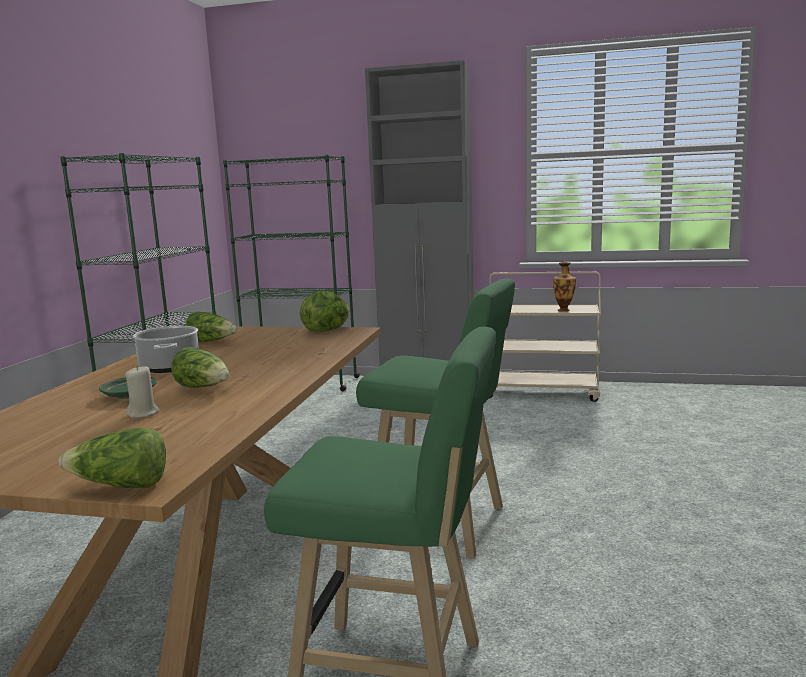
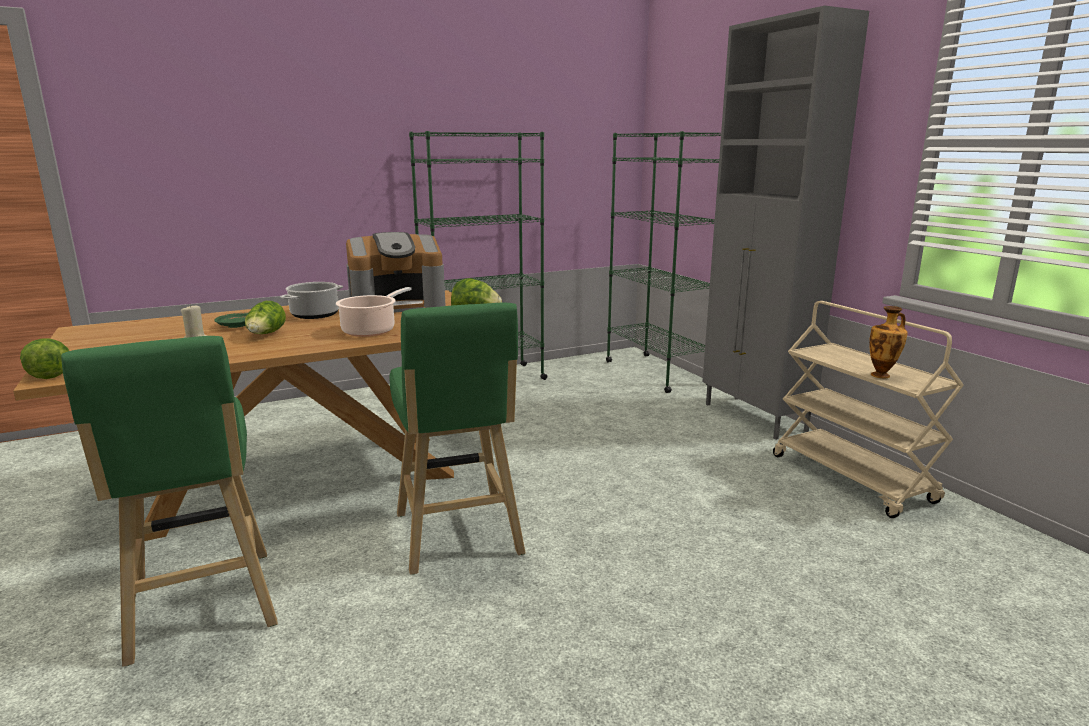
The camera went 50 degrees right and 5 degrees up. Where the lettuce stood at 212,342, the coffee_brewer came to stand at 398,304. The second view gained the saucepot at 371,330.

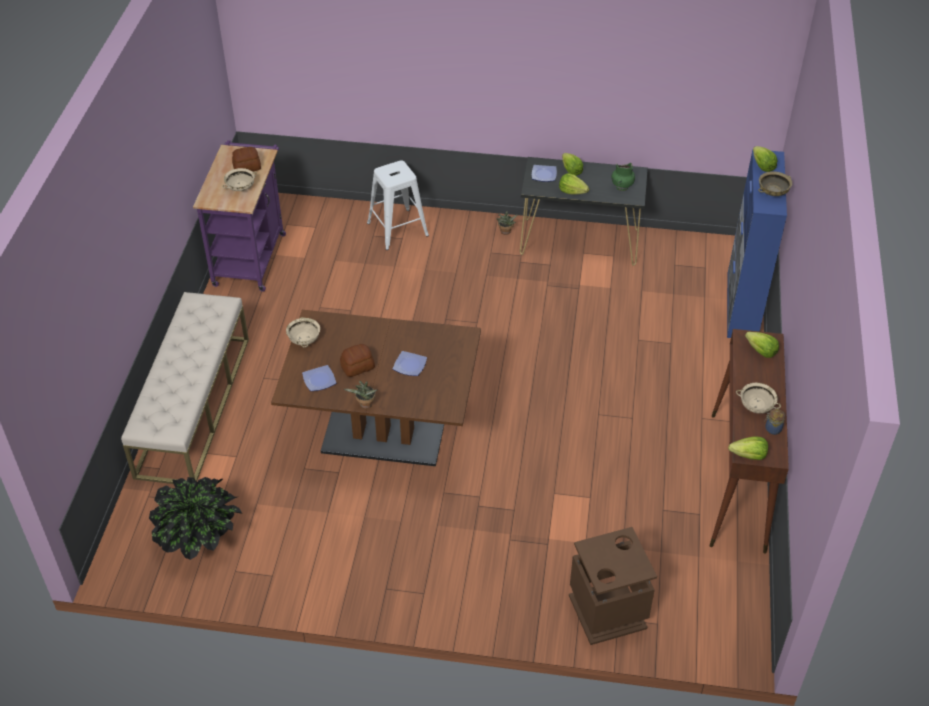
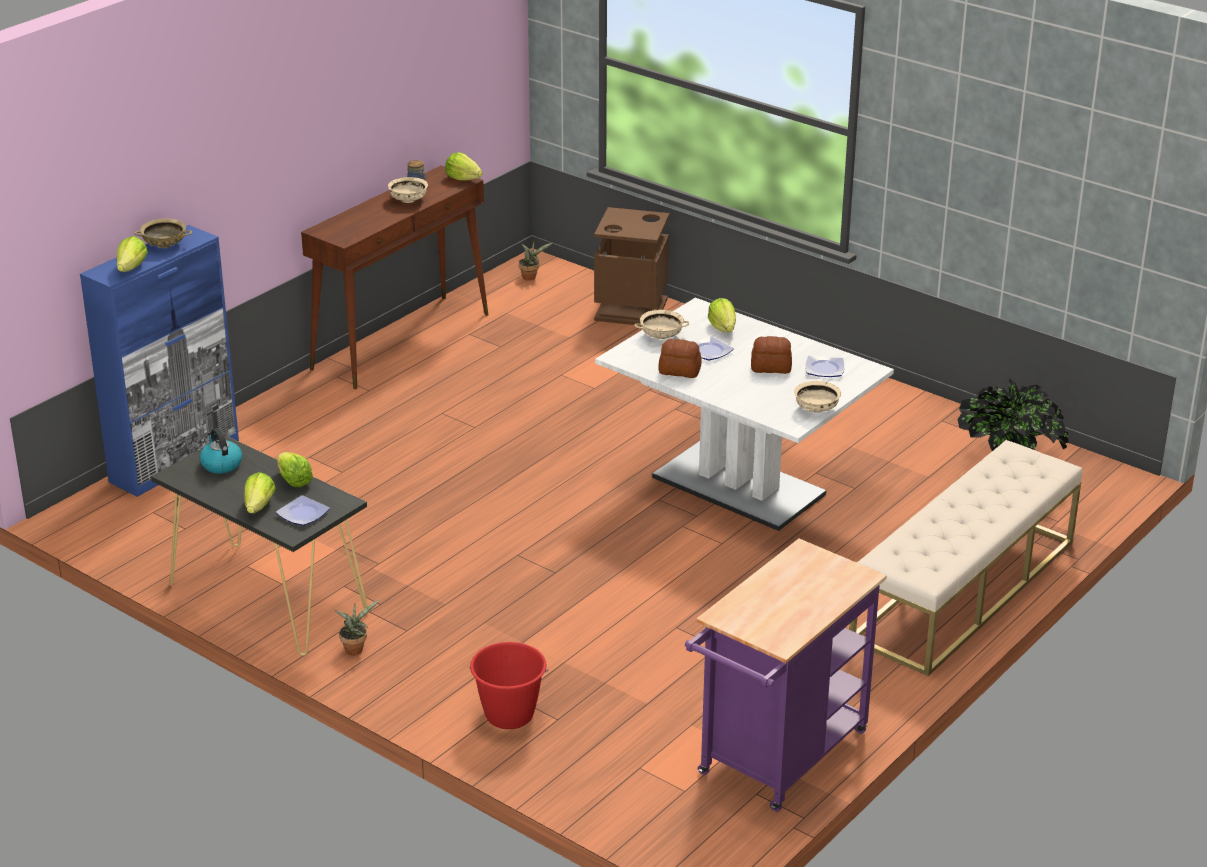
The camera went 150 degrees left and 15 degrees down. The baked_bread ended up elsewhere, having gone from 246,167 to 680,371. Where the whitish_stool stood at 398,228, the red-coloured_bucket came to stand at 509,715. Where the green-coloured_vase stood at 622,187, the kettle came to stand at 221,464. The beige_deep_dish ended up elsewhere, having gone from 240,187 to 662,336. What was the brown_kitchen_table at 383,435 turned into the whitish_kitchen_table at 738,486. The lettuce ended up elsewhere, having gone from 761,351 to 723,328. The plant_in_a_pot ended up elsewhere, having gone from 365,405 to 531,277.

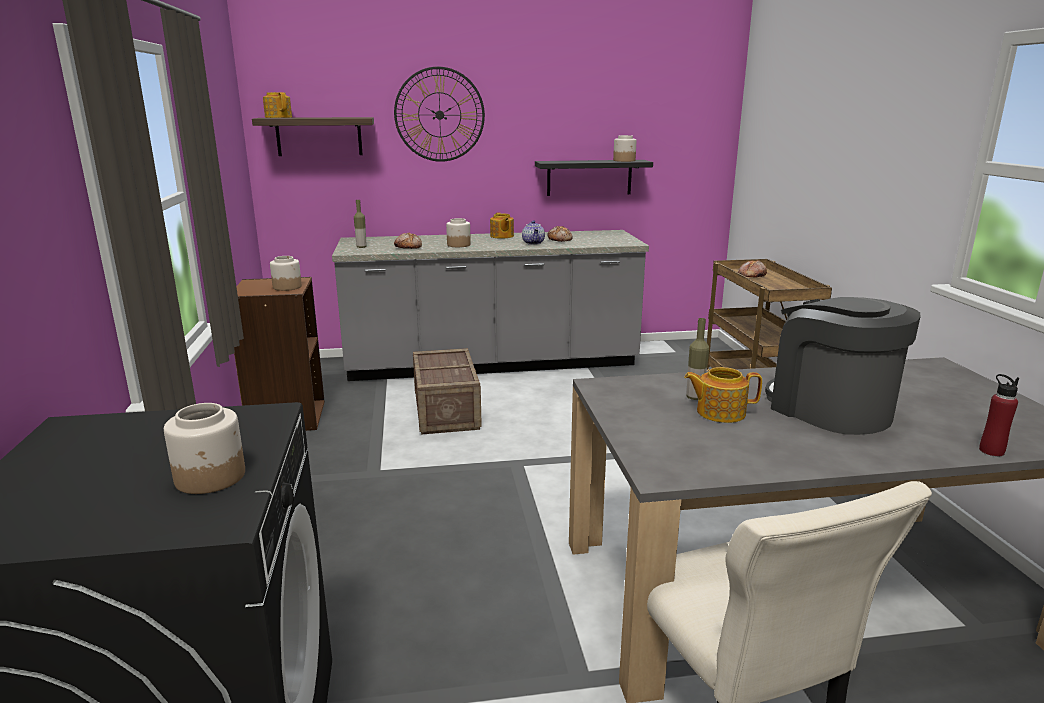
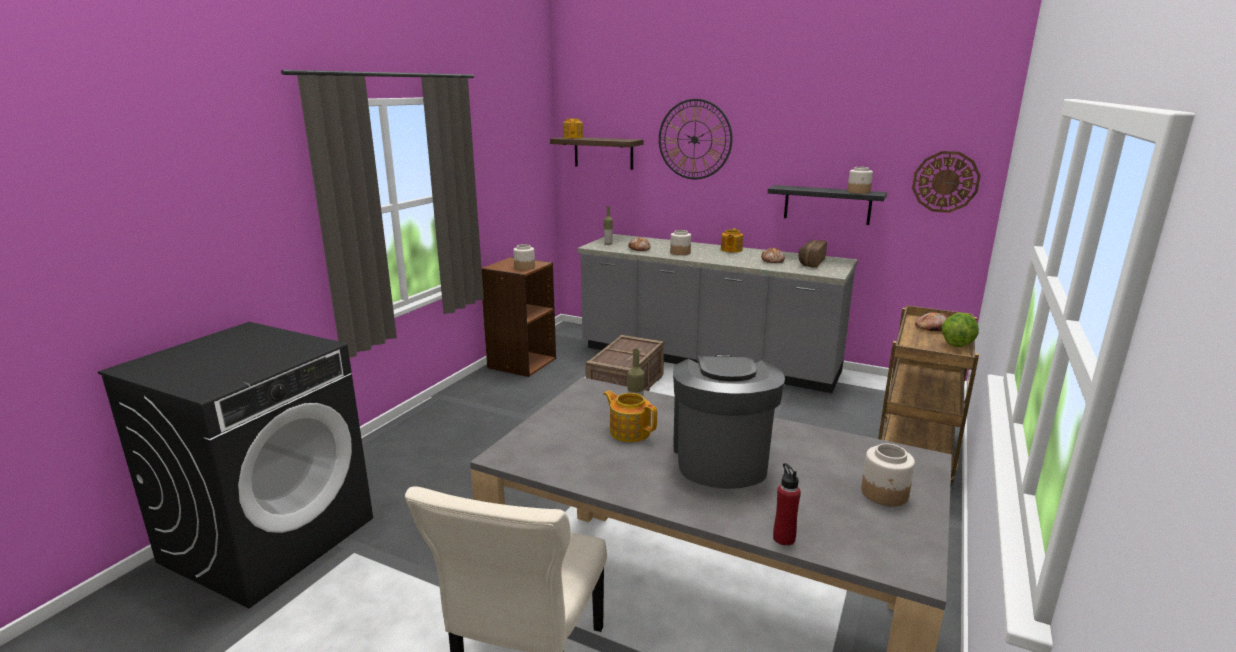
The camera went 35 degrees right and 0 degrees up. The second view lost the tea_pot at 534,243. The preserve_jar ended up elsewhere, having gone from 211,477 to 885,493. The second view gained the clock_on_the_wall at 945,182. The second view gained the baked_bread at 810,262. The second view gained the lettuce at 956,344.

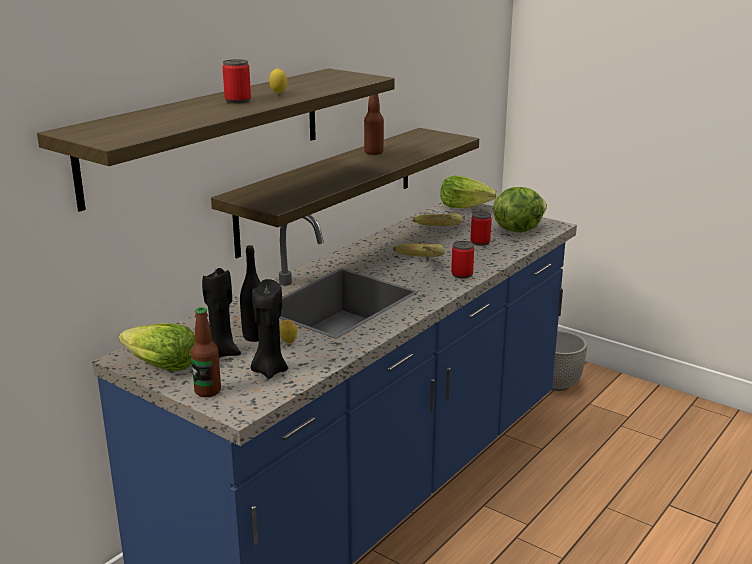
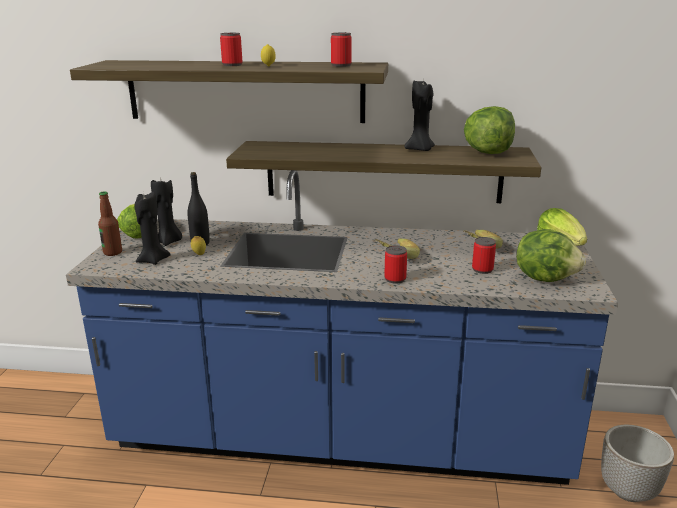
The camera went 60 degrees right and 0 degrees up. Where the beverage_bottle stood at 373,152, the blackish_wax_light came to stand at 420,149. The second view gained the sealed_can at 341,65. The second view gained the lettuce at 487,152.

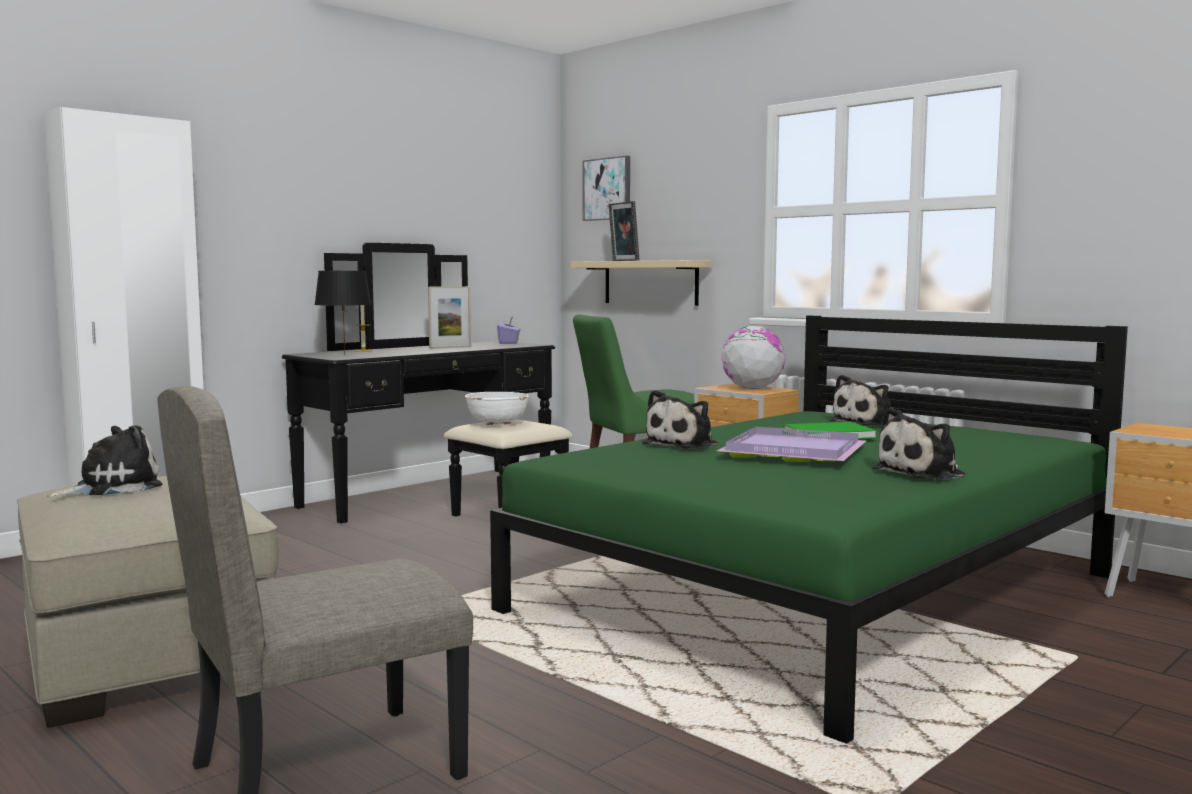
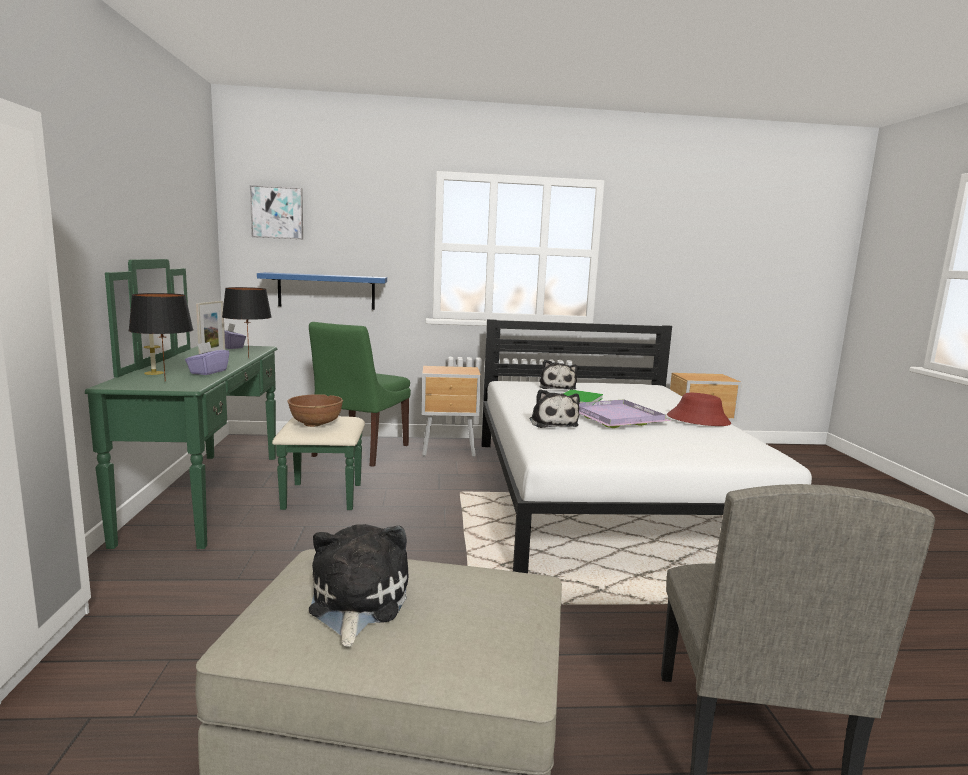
The camera went 50 degrees left and 5 degrees up. The second view lost the picture_frame at 623,260. What was the blackish_chest_of_drawers at 447,498 turned into the green-coloured_chest_of_drawers at 234,494. What was the beige_wall_shelf at 650,282 turned into the bluish_wall_shelf at 326,291. What was the green-coloured_bedroom_bed at 819,593 turned into the whitish_bedroom_bed at 605,496. The second view lost the world_globe at 752,388. What was the whitish_deep_dish at 497,423 turned into the brown_deep_dish at 316,423. Where the cuddly_toy stood at 923,473, the red-coloured_wearable_hat came to stand at 698,420. The second view gained the blackish_lamp_for_a_table at 248,358. The second view gained the purple_box_of_tissues at 208,372.

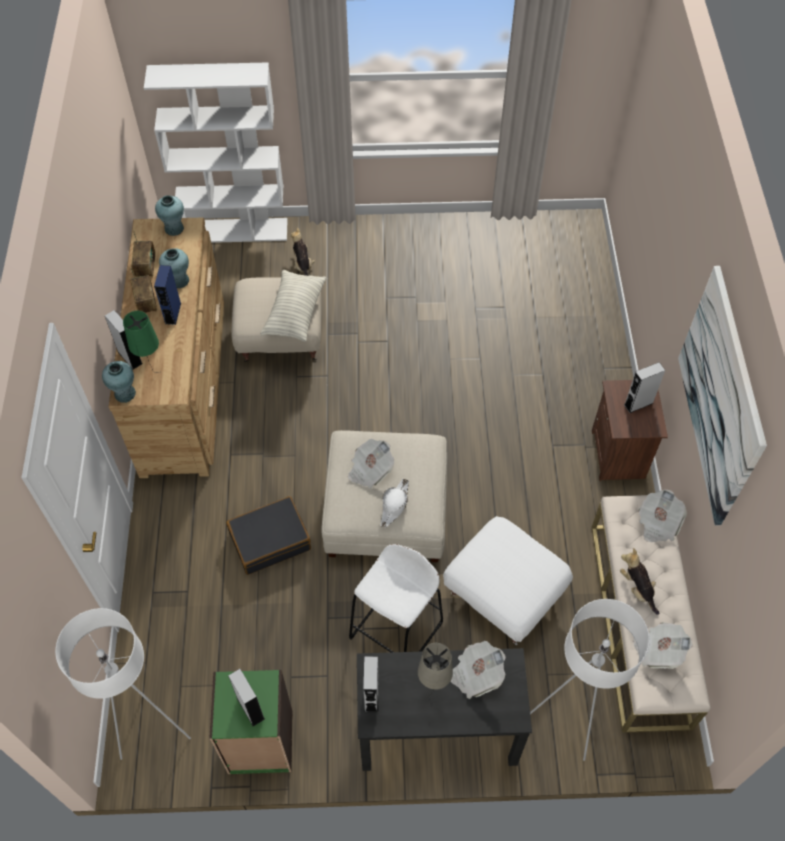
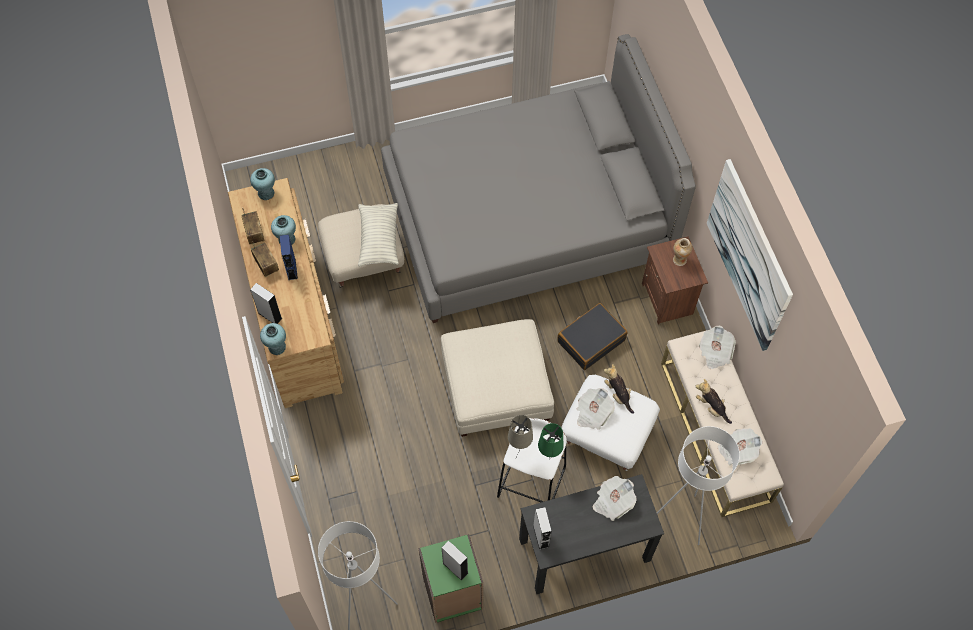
The camera went 15 degrees left and 5 degrees up. The second view lost the whitish_shelving_unit at 235,230. The cuddly_toy ended up elsewhere, having gone from 303,265 to 618,394. The green-coloured_lamp_for_a_table ended up elsewhere, having gone from 154,376 to 548,462. Where the gray_speaker stood at 638,404, the vase came to stand at 679,260. The printed_paper ended up elsewhere, having gone from 370,470 to 592,413. The second view lost the whitish_wearable_hat at 394,505. The blackish_suitcase ended up elsewhere, having gone from 270,540 to 591,340. The beige_lamp_for_a_table ended up elsewhere, having gone from 433,692 to 519,453. The second view gained the gray_bedroom_bed at 527,218.

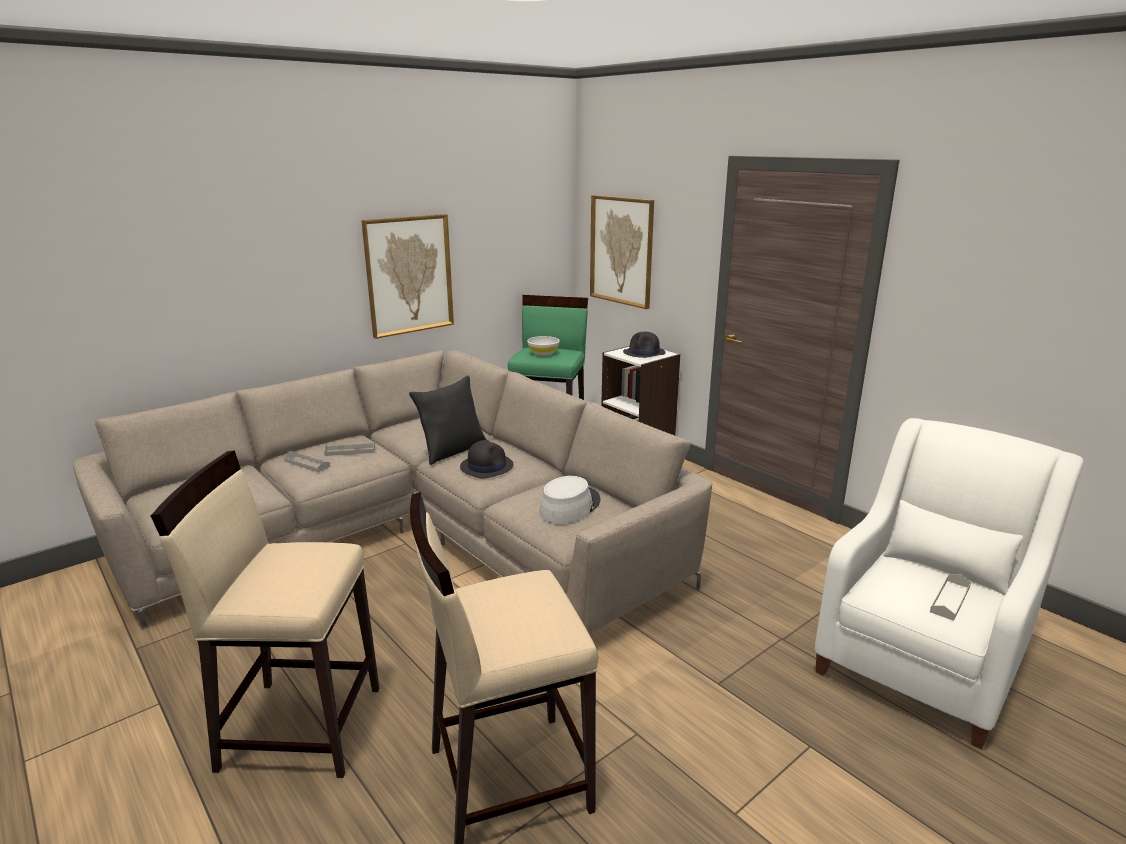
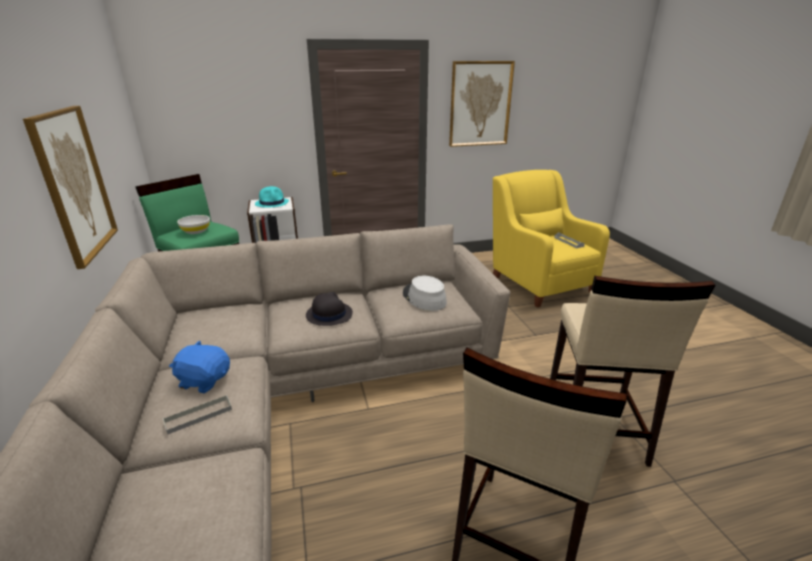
The camera went 65 degrees left and 5 degrees up. The wall_picture ended up elsewhere, having gone from 621,250 to 480,104. What was the blackish_wearable_hat at 644,353 turned into the turquoise-coloured_wearable_hat at 272,203. The second view lost the blackish_throw_pillow at 452,450. What was the whitish_easy_chair at 922,660 turned into the yellowish_easy_chair at 538,282. Where the gray_carrying_tray stood at 350,451, the bluish_cuddly_toy came to stand at 204,380.

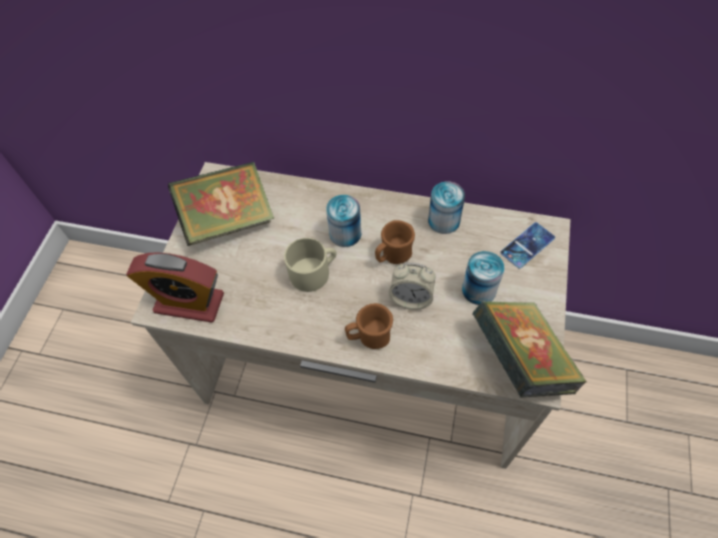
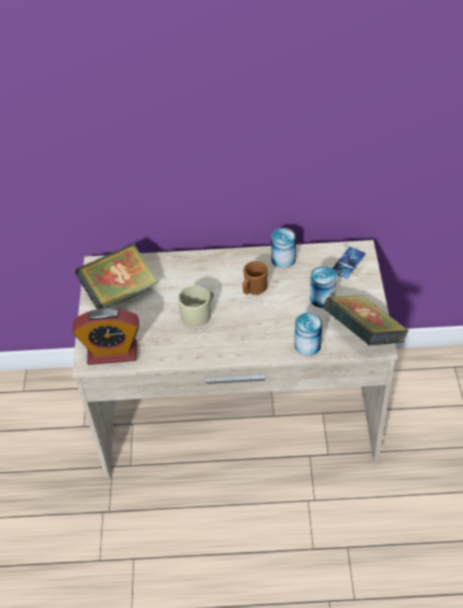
The camera went 15 degrees left and 10 degrees down. The sealed_can ended up elsewhere, having gone from 345,233 to 307,345. The second view lost the table_clock at 411,298. The second view lost the brown_mug at 369,337.

